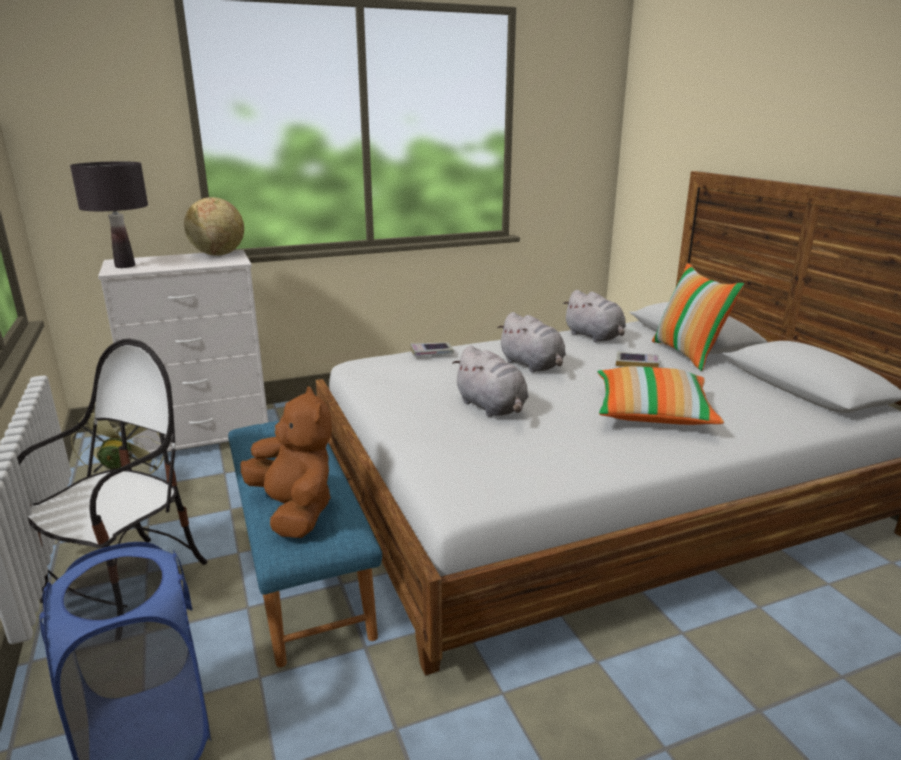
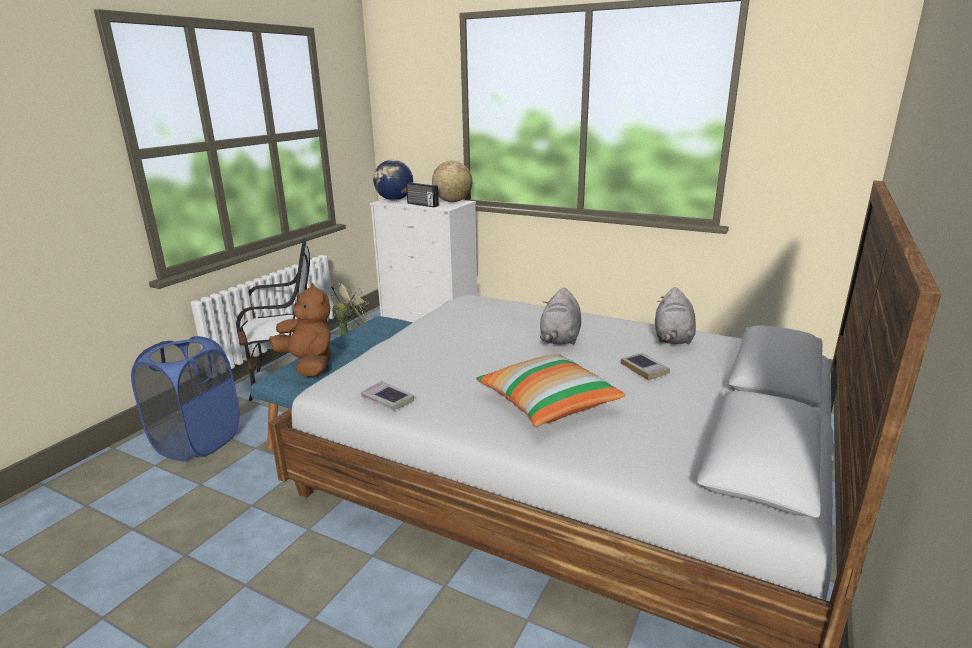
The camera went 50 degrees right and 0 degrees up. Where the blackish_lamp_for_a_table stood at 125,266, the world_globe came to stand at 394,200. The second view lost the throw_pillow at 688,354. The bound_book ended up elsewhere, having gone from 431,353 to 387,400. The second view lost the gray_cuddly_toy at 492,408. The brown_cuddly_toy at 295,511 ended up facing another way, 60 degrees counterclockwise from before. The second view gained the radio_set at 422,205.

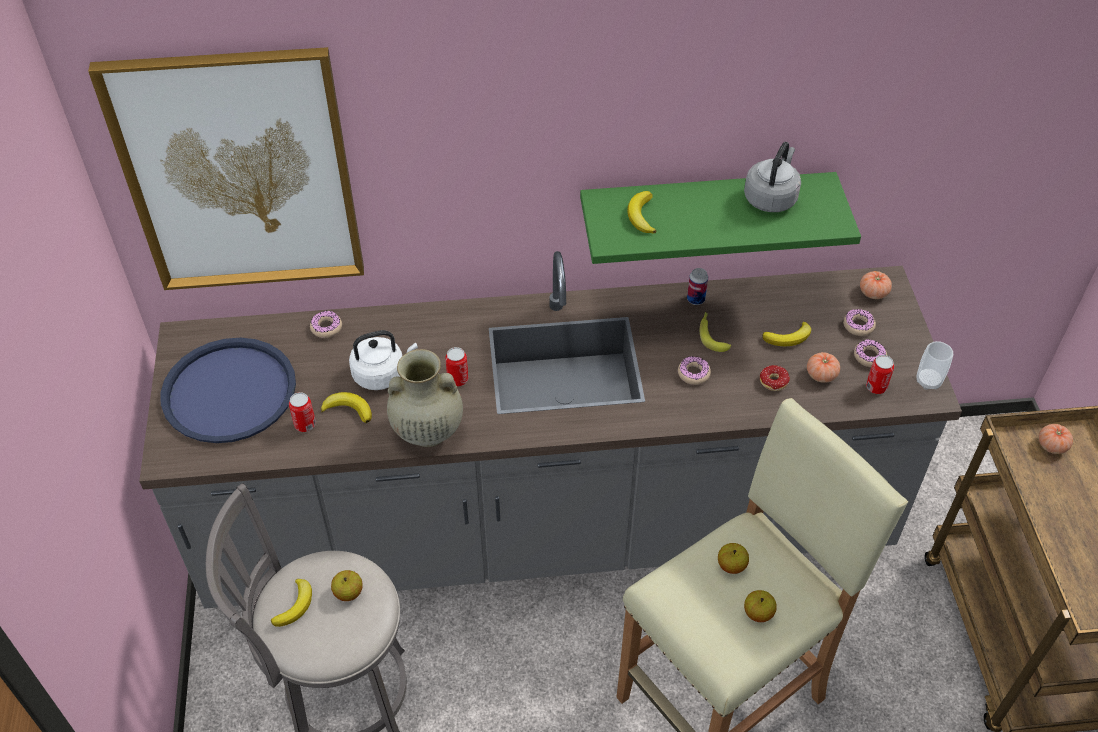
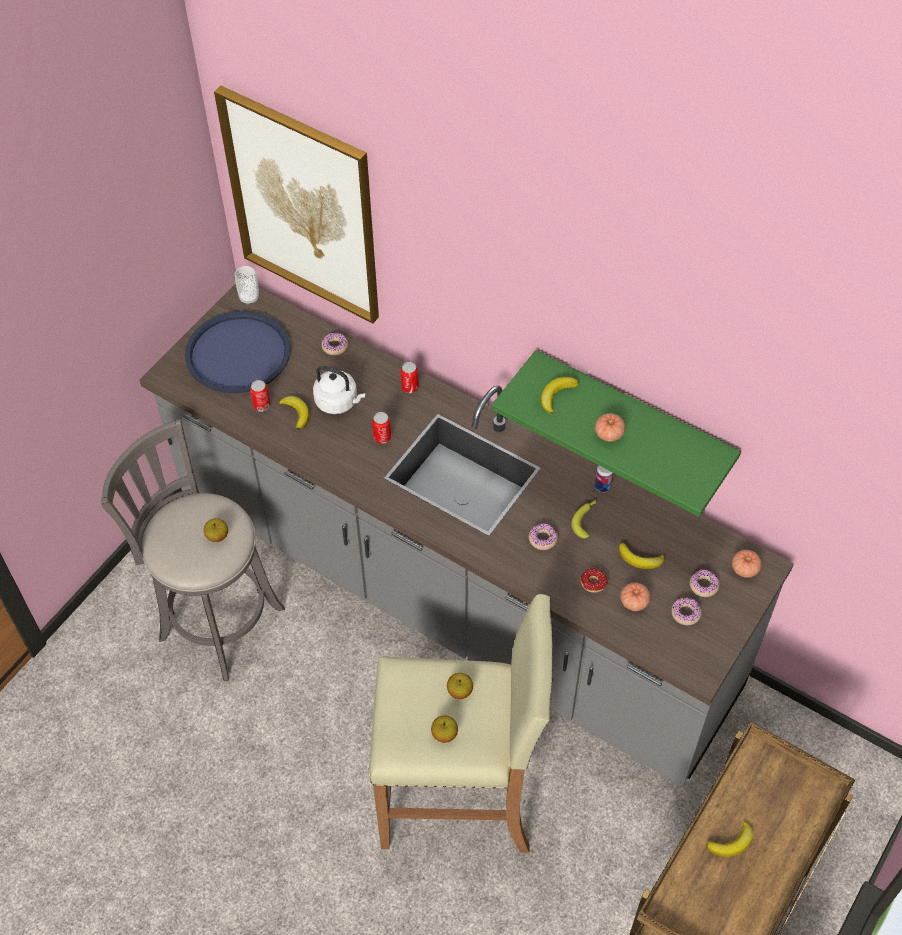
The camera went 40 degrees right and 5 degrees up. The second view lost the gray_kettle at 771,197. The cup ended up elsewhere, having gone from 928,381 to 249,298. The second view lost the beige_vase at 427,431. The sealed_can ended up elsewhere, having gone from 876,387 to 410,387. The whole_tomato ended up elsewhere, having gone from 1052,445 to 609,433. The whole_banana ended up elsewhere, having gone from 295,605 to 732,842.

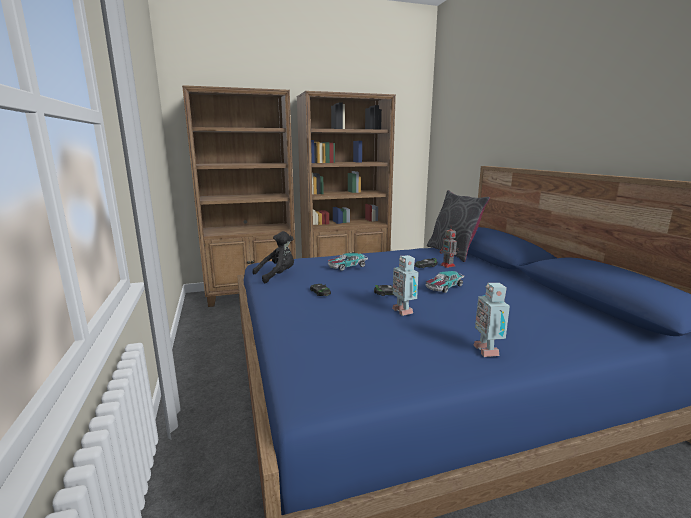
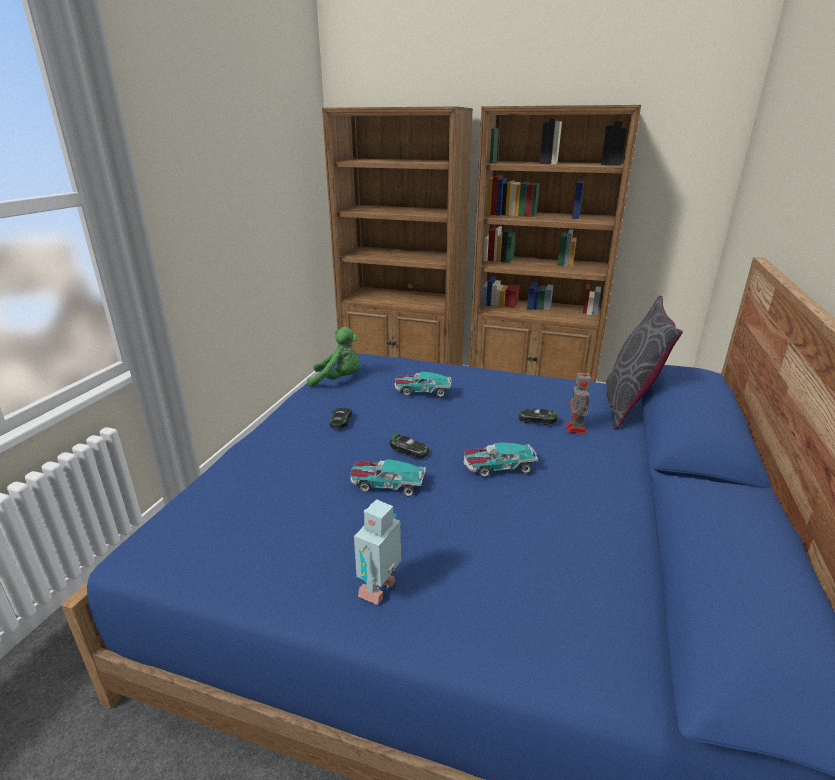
The camera went 35 degrees right and 10 degrees up. What was the blackish_cuddly_toy at 277,275 turned into the green-coloured_cuddly_toy at 338,380. Where the toy_robot stood at 403,310, the model_car came to stand at 387,484.

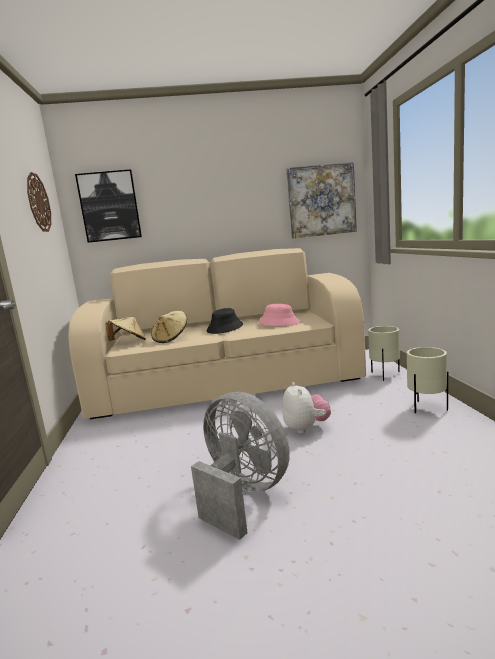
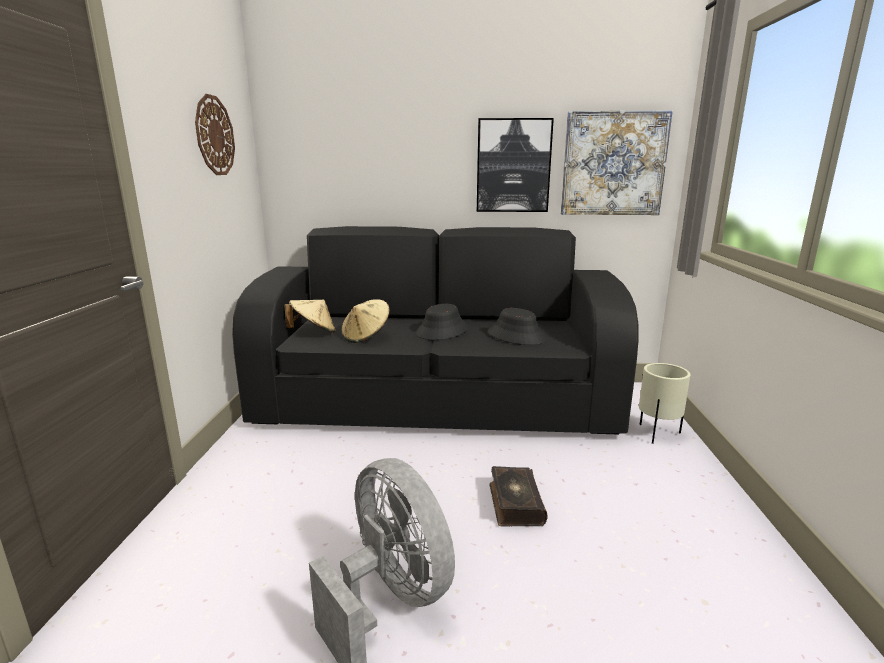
The camera went 10 degrees right and 5 degrees up. The wall_picture ended up elsewhere, having gone from 109,206 to 513,166. What was the beige_sofa at 227,385 turned into the blackish_sofa at 437,404. What was the pink-coloured_wearable_hat at 279,322 turned into the blackish_wearable_hat at 516,336. The second view lost the beige_plant_pot at 427,408. Where the cuddly_toy stood at 306,428, the bound_book came to stand at 514,504.

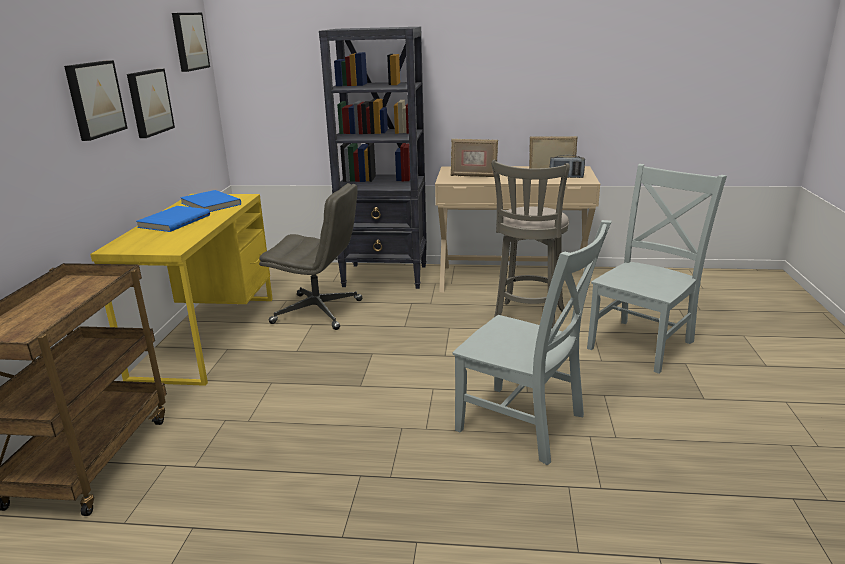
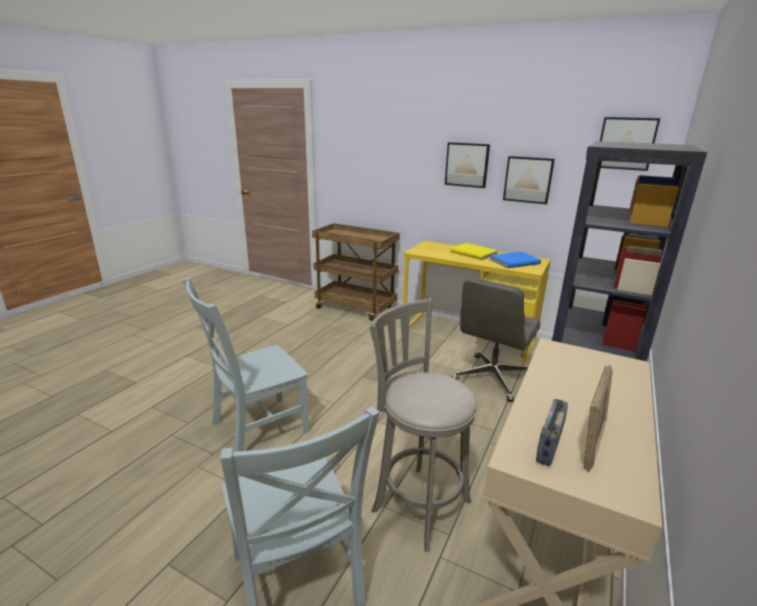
The camera went 110 degrees right and 0 degrees up. The second view lost the picture_frame at 473,176. What was the bluish_bound_book at 173,221 turned into the yellowish_bound_book at 474,253.

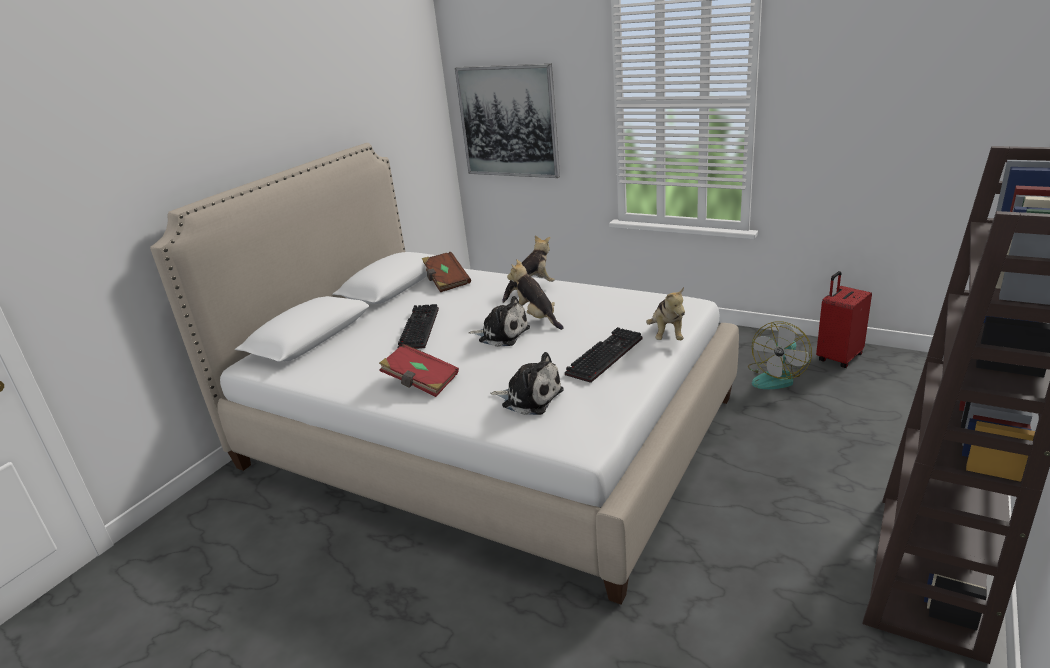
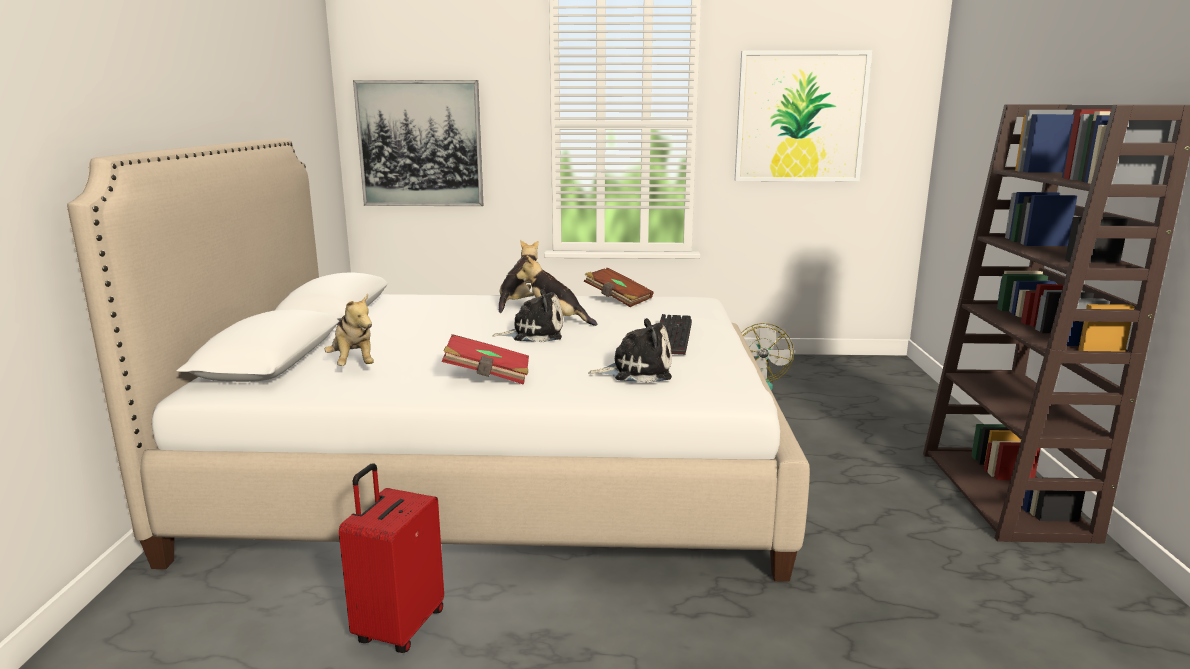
The camera went 30 degrees left and 10 degrees down. The brown_bound_book ended up elsewhere, having gone from 446,281 to 617,299. The red-coloured_suitcase ended up elsewhere, having gone from 838,358 to 398,627. The cuddly_toy ended up elsewhere, having gone from 667,335 to 353,365. The second view lost the PC_keyboard at 418,328. The second view gained the wall_picture at 800,117.

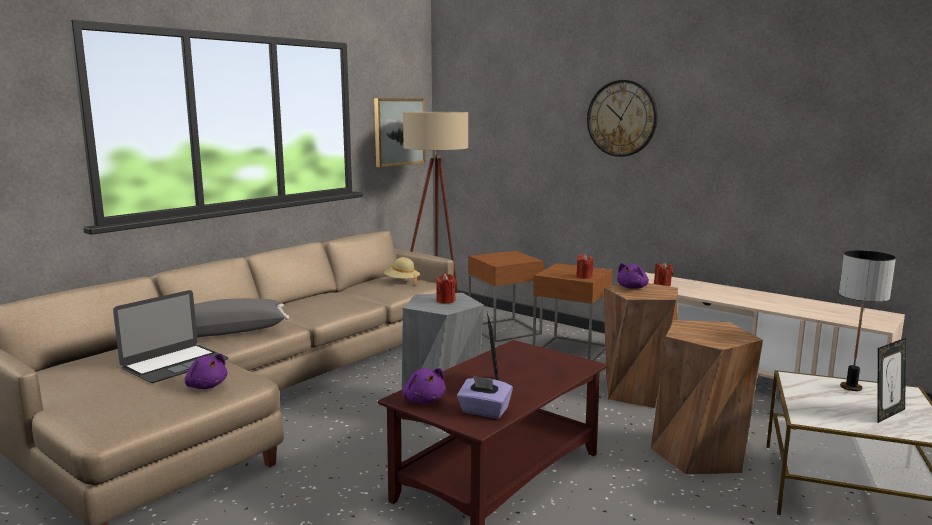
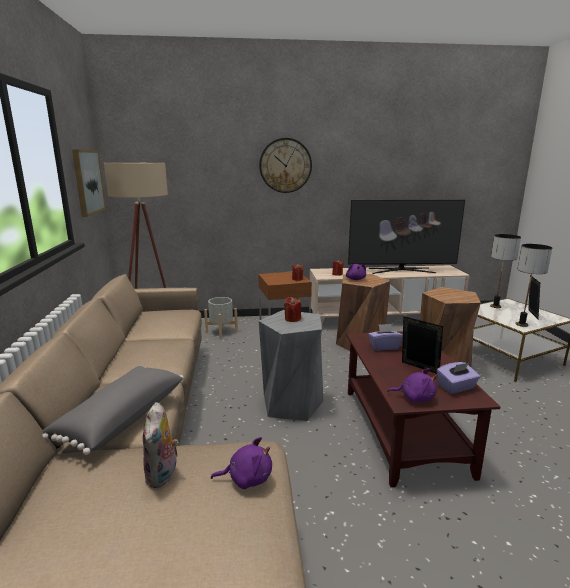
The camera went 45 degrees left and 5 degrees up. Where the brown_side_table stood at 504,330, the gray_plant_pot came to stand at 221,332. The second view lost the beige_wearable_hat at 402,282. Where the notebook_computer stood at 175,364, the cuddly_toy came to stand at 163,475. The second view gained the TV_set at 401,270. The second view gained the lamp_for_a_table at 522,324. The second view gained the purple_box_of_tissues at 384,347.

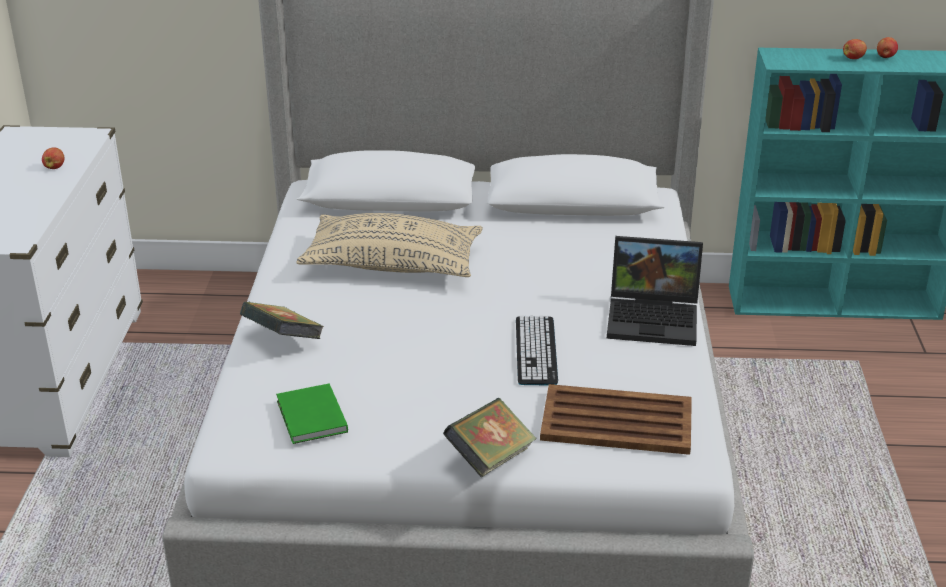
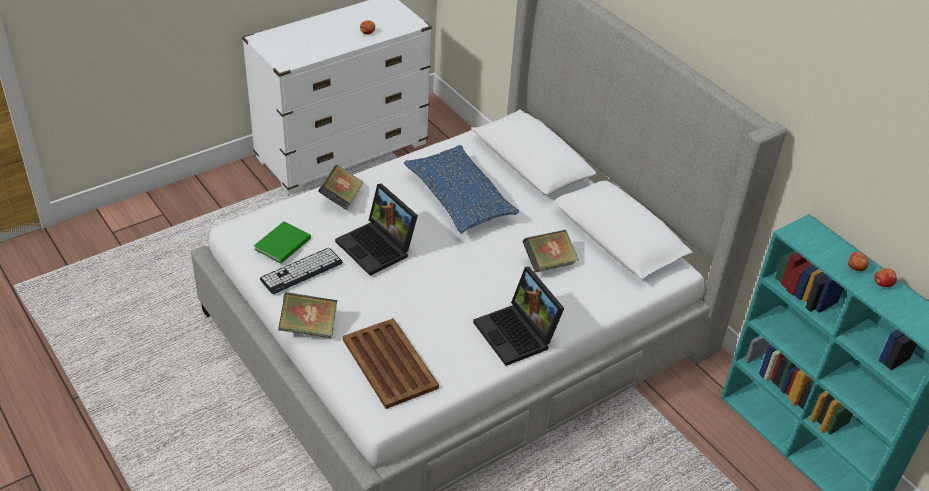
The camera went 50 degrees right and 10 degrees up. What was the beige_throw_pillow at 392,264 turned into the bluish_throw_pillow at 459,199. The PC_keyboard ended up elsewhere, having gone from 536,351 to 301,271. The second view gained the notebook_computer at 378,247. The second view gained the bound_book at 549,263.

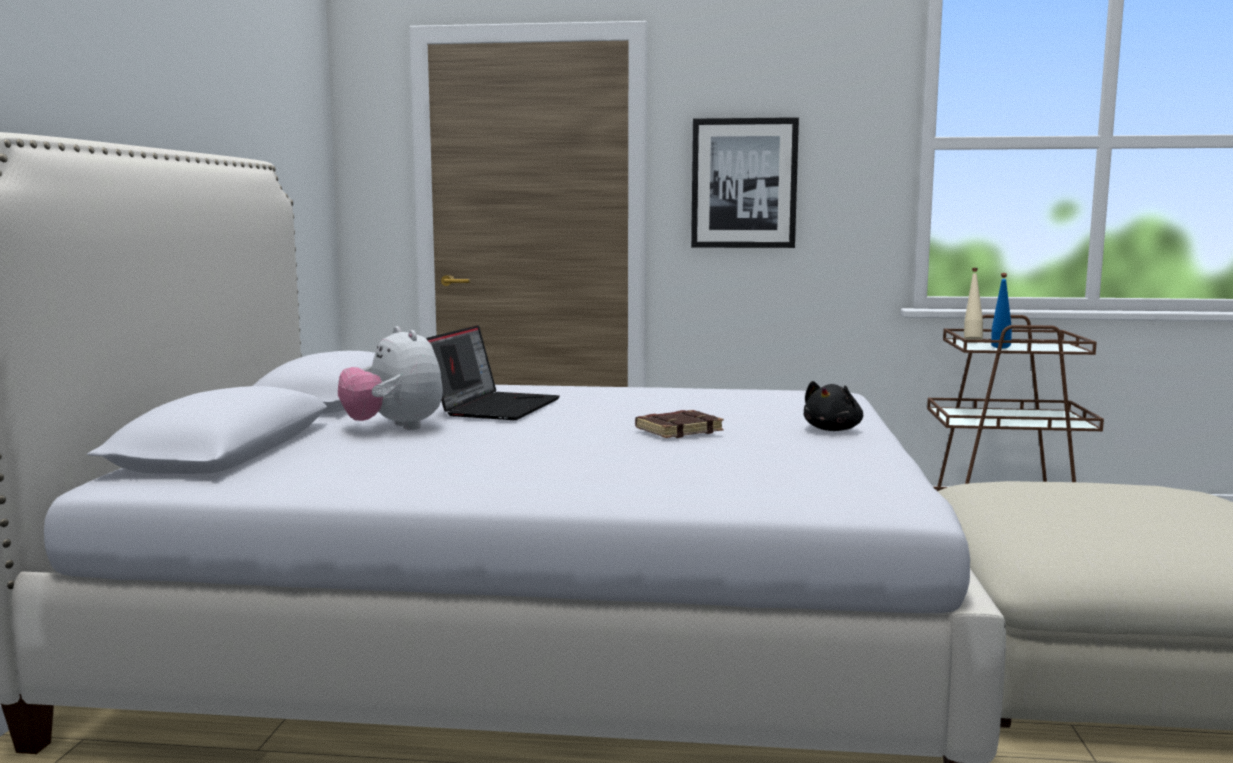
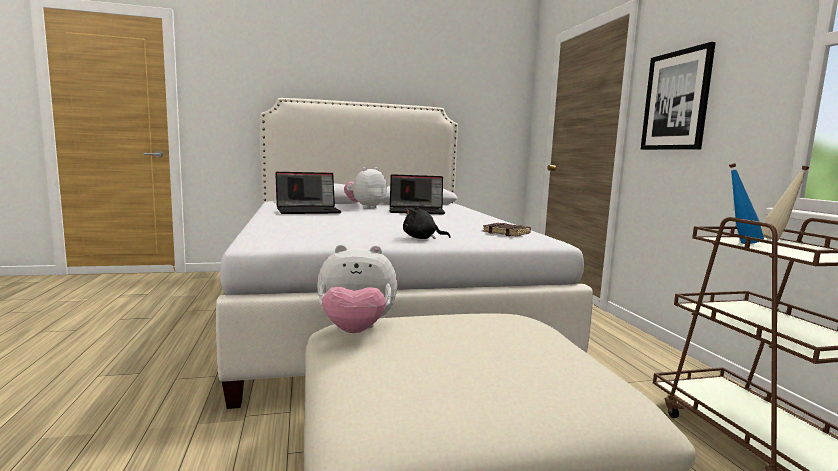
The camera went 70 degrees right and 0 degrees up. The brown_bound_book ended up elsewhere, having gone from 678,430 to 507,233. The second view gained the notebook_computer at 309,211. The second view gained the cuddly_toy at 356,331.

